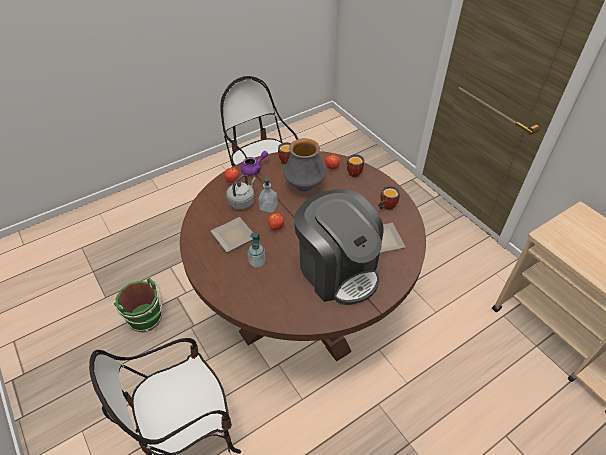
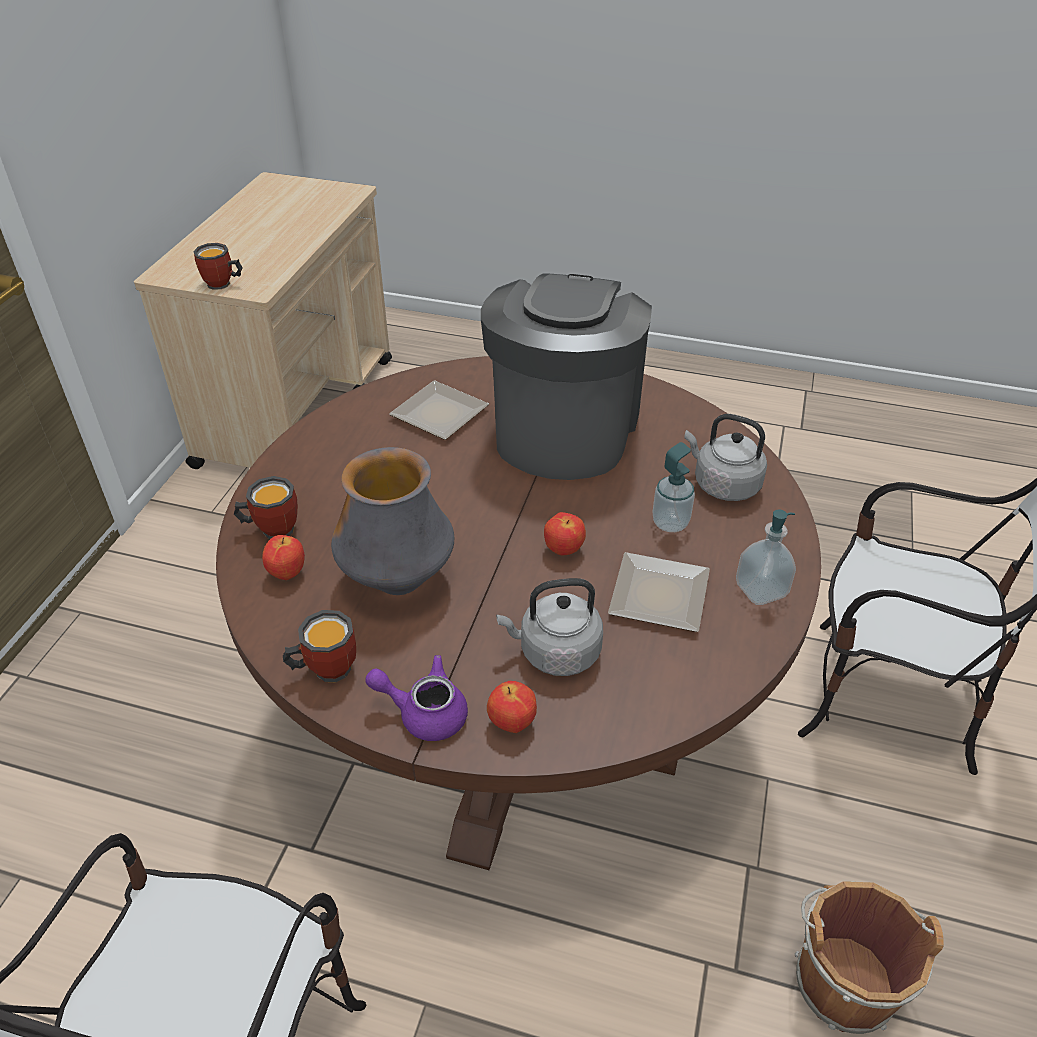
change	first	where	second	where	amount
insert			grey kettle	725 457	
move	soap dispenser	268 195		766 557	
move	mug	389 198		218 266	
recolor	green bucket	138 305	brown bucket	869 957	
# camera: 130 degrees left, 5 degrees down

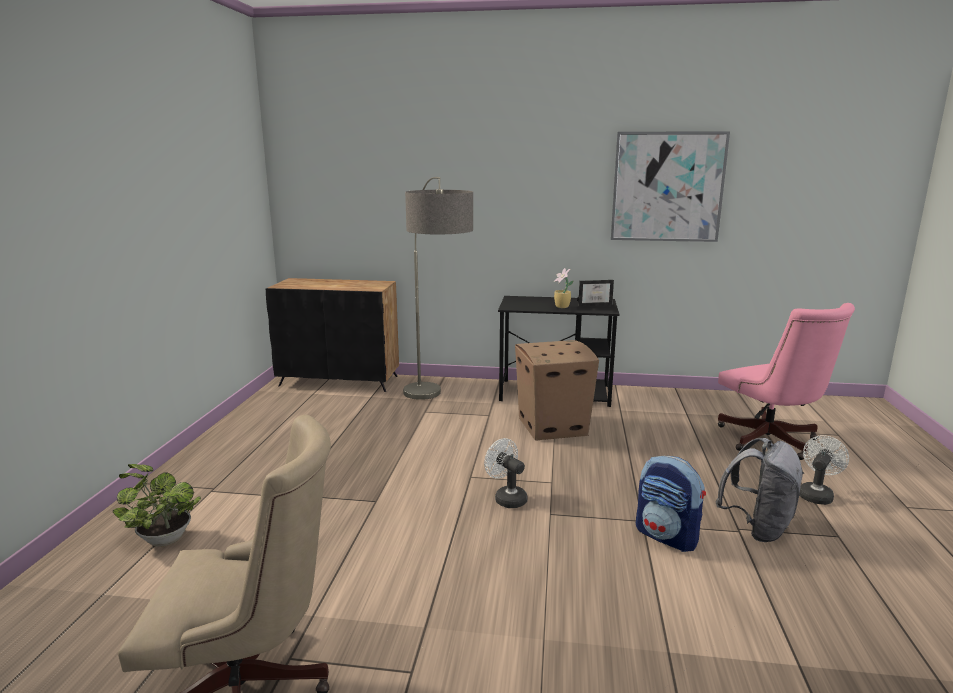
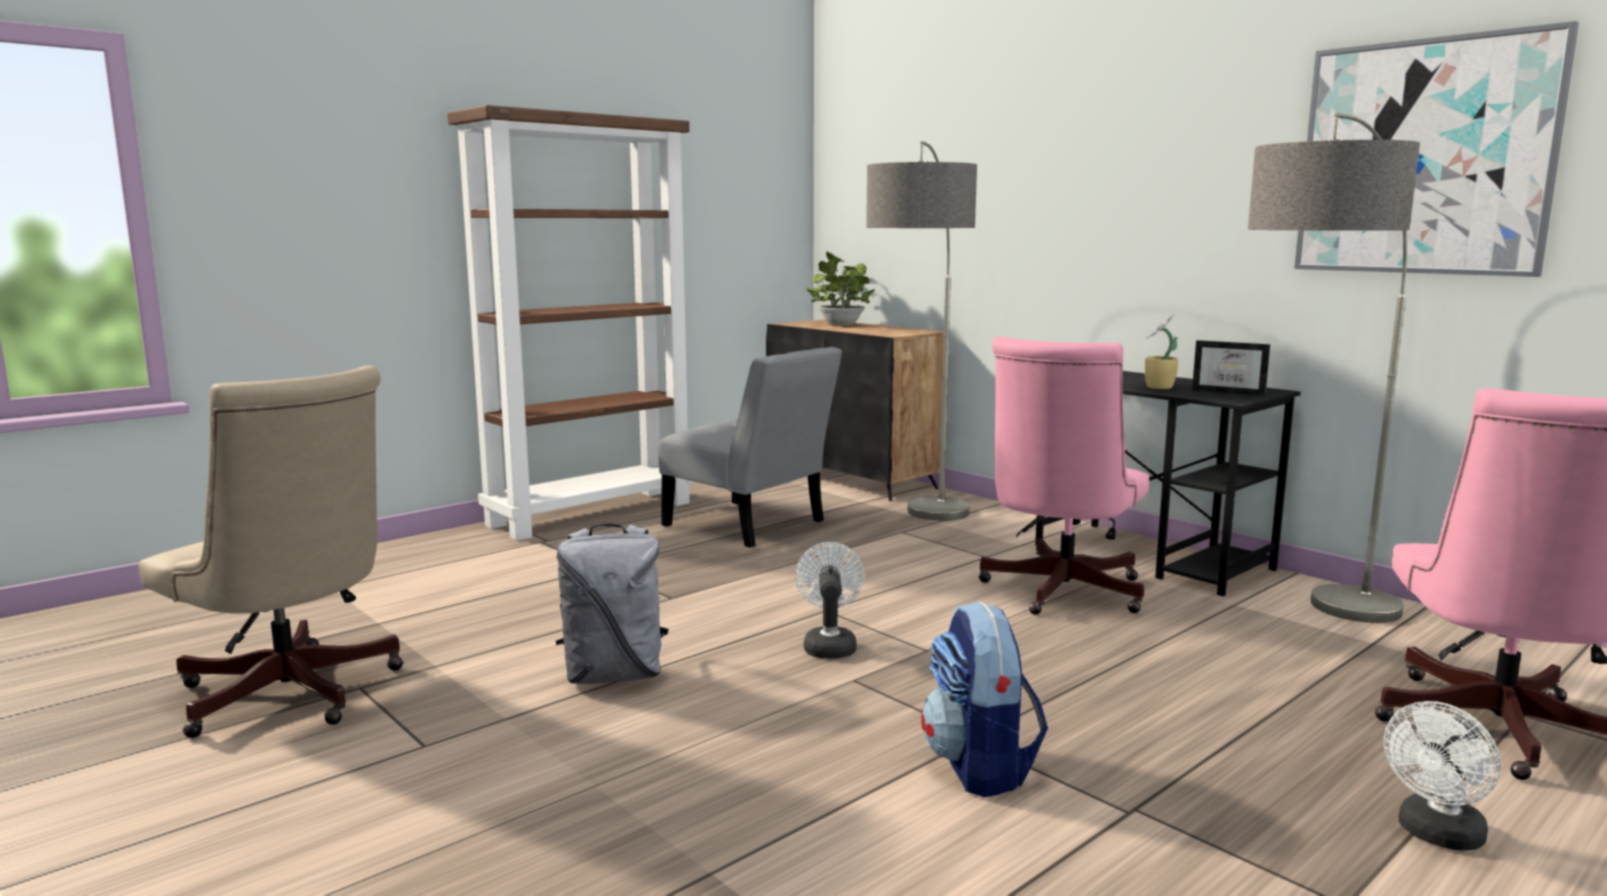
change	first	where	second	where	amount
insert			brown bookcase	571 323	
insert			grey chair	750 447	
insert			floor lamp	1334 368	
move	potted plant	157 505		840 289	
move	grey backpack	759 490		612 604	
replace	cardboard box	557 390	pink office chair	1064 476	
rotate	white fan	824 470		1442 776	150 degrees clockwise
# camera: 40 degrees right, 5 degrees down

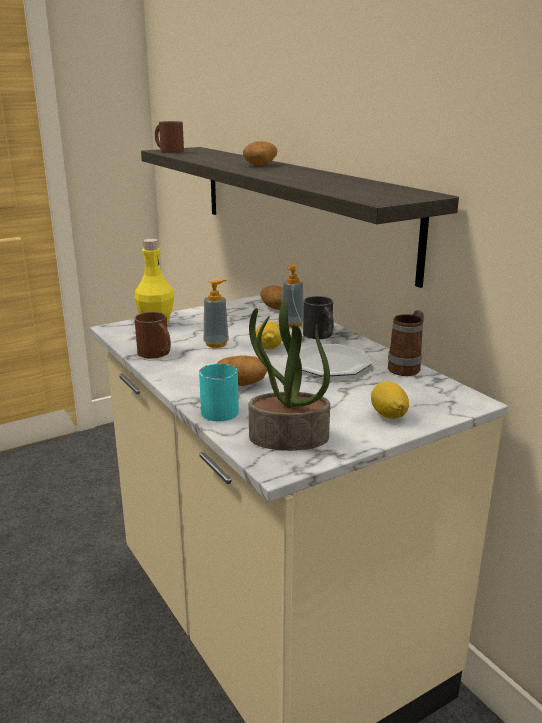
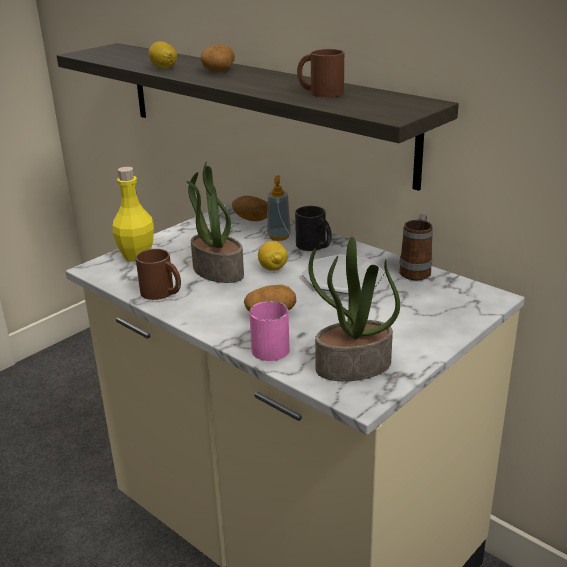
change	first	where	second	where	amount
move	brown mug	169 137		320 73	
move	lemon	390 400		163 55	
replace	soap dispenser	216 313	potted plant	215 222	
recolor	turquoise mug	219 392	pink mug	269 331	
# camera: 15 degrees left, 5 degrees up

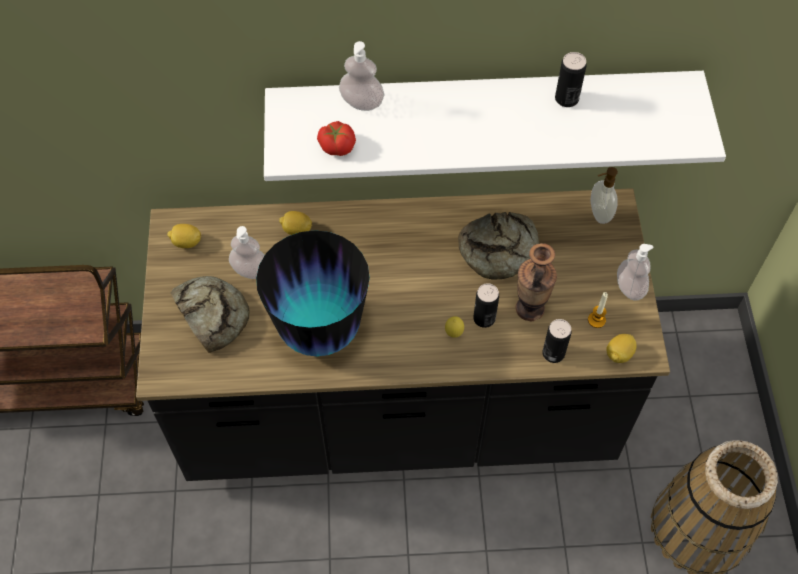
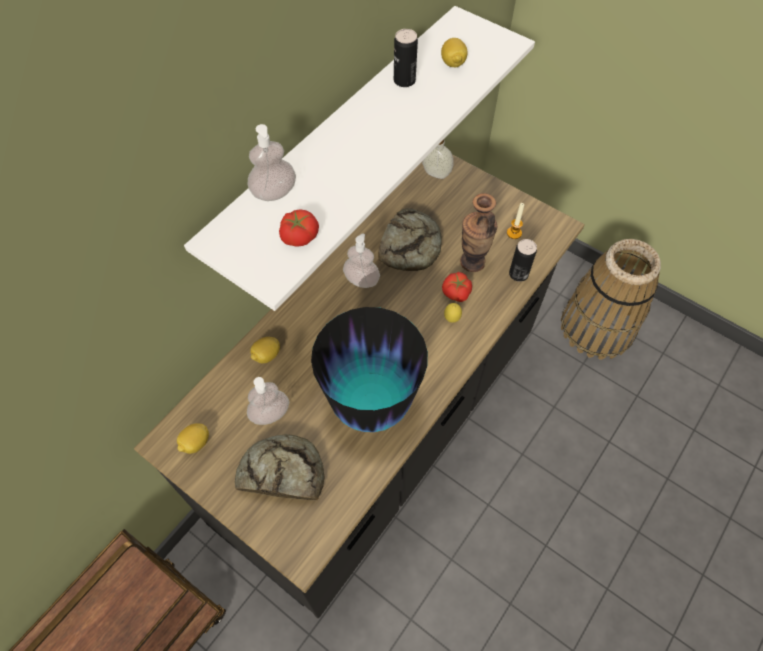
change	first	where	second	where	amount
move	lemon	621 348		454 52	
move	soap dispenser	635 272		361 260	
replace	can	486 305	tomato	457 287	
# camera: 50 degrees left, 0 degrees up

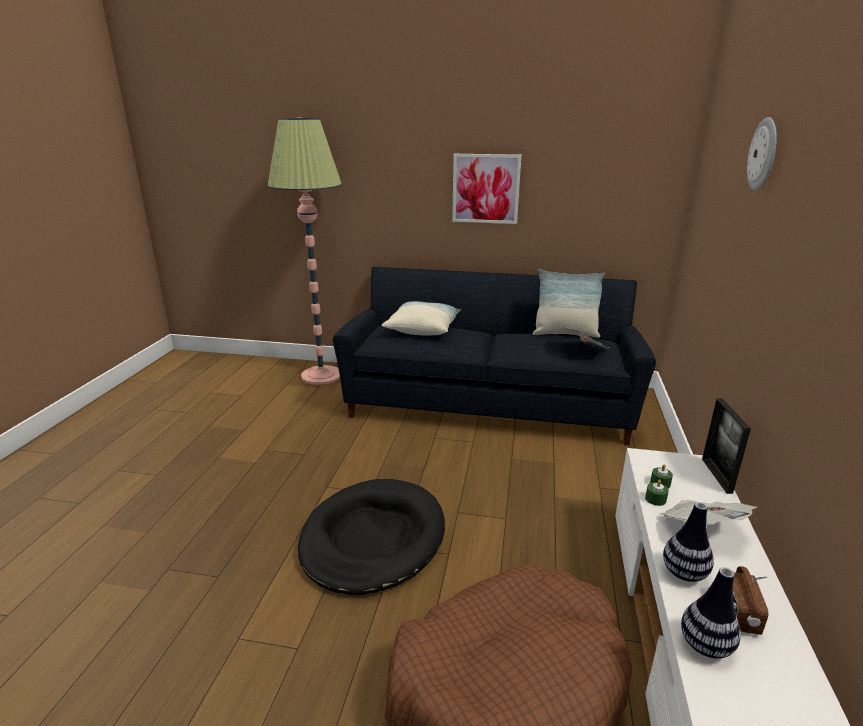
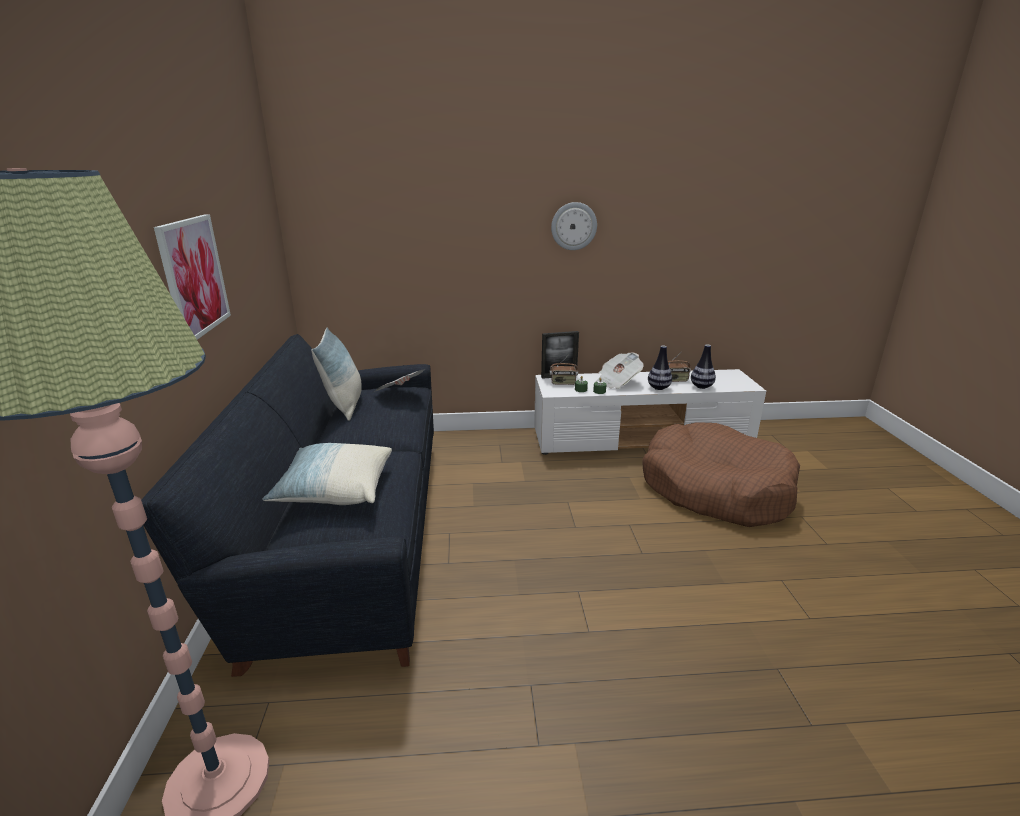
change	first	where	second	where	amount
delete	black dog bed	371 537			
insert			radio	564 369	
move	wall clock	762 153		574 226	
# camera: 105 degrees left, 0 degrees up

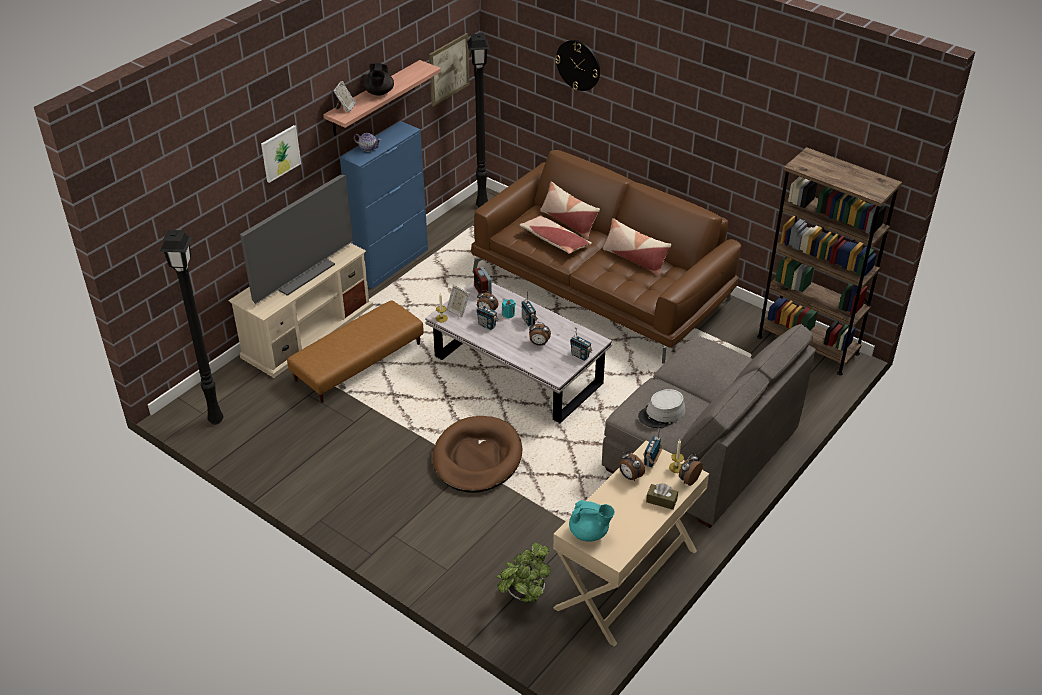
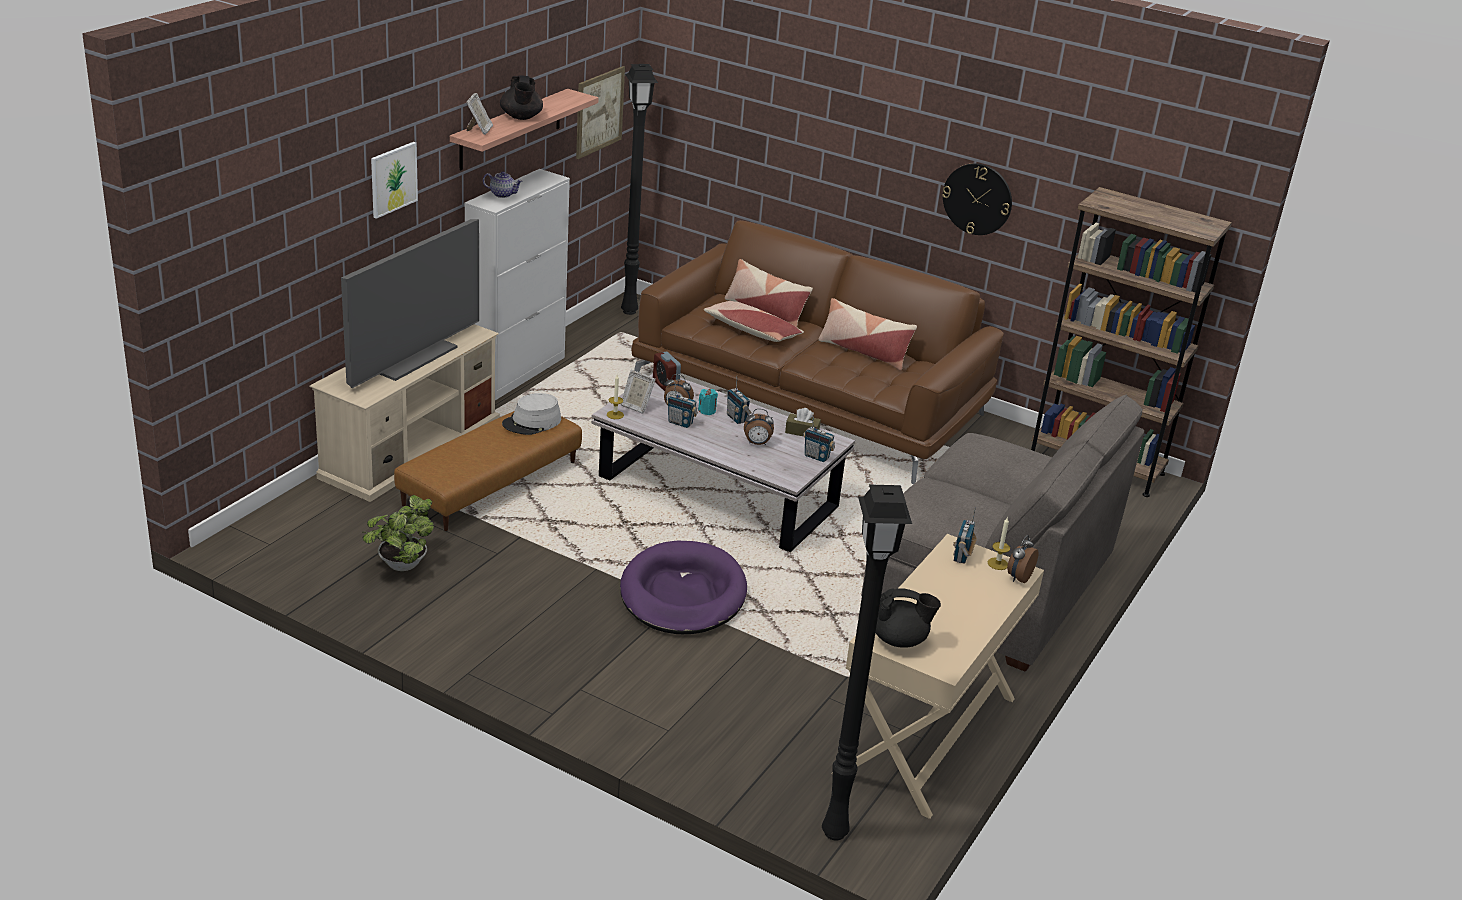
change	first	where	second	where	amount
delete	alarm clock	632 466			
move	black floor lamp	192 327		867 662	
move	potted plant	523 572		398 533	
move	wall clock	577 65		977 199	
move	grey hat	661 408		531 414	
move	brown tissue box	662 496		803 422	
recolor	blue cabinet	384 205	white cabinet	517 284	
recolor	brown dog bed	478 454	purple dog bed	683 587	
recolor	turquoise teapot	592 521	black teapot	908 618	
# camera: 10 degrees left, 10 degrees down

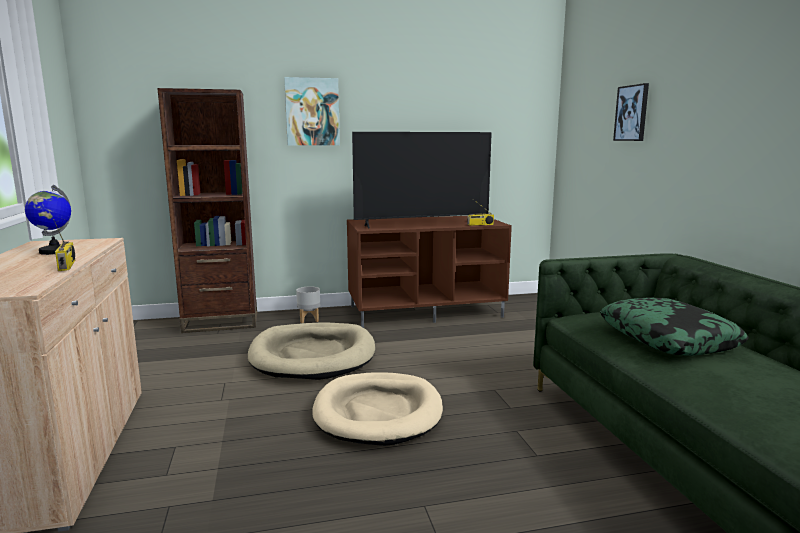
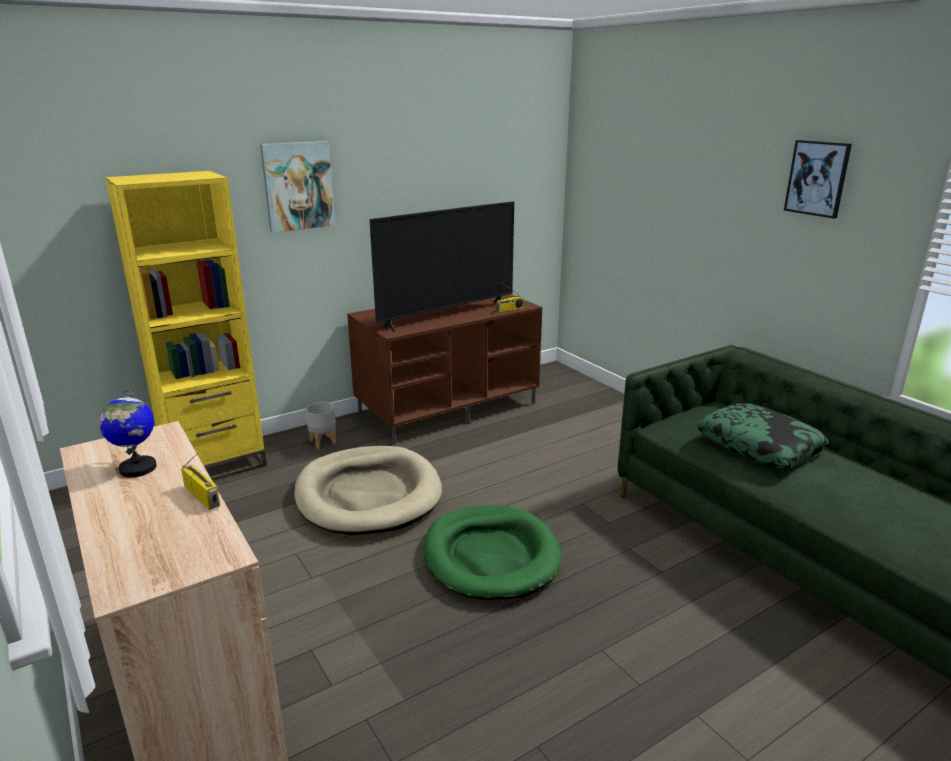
change	first	where	second	where	amount
move	picture	631 112		818 179	
recolor	brown bookcase	207 210	yellow bookcase	186 326	
recolor	beige dog bed	377 409	green dog bed	493 552	
# camera: 20 degrees left, 10 degrees up

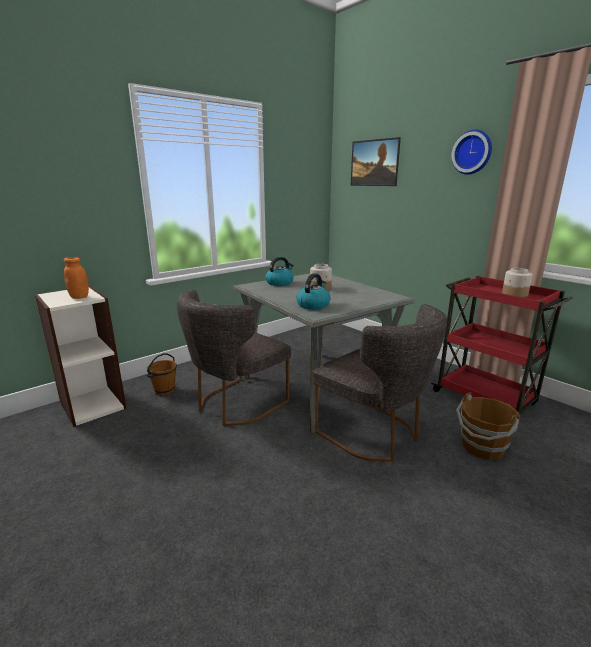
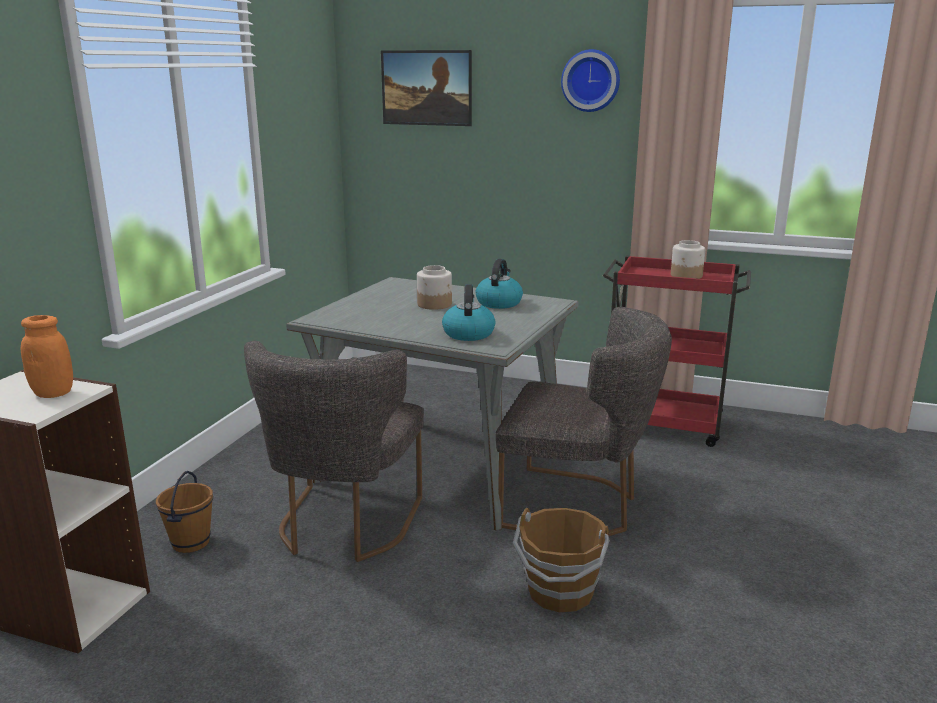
change	first	where	second	where	amount
move	kettle	280 271		499 284	
move	brown bucket	488 426		561 560	
# camera: 30 degrees left, 0 degrees up

